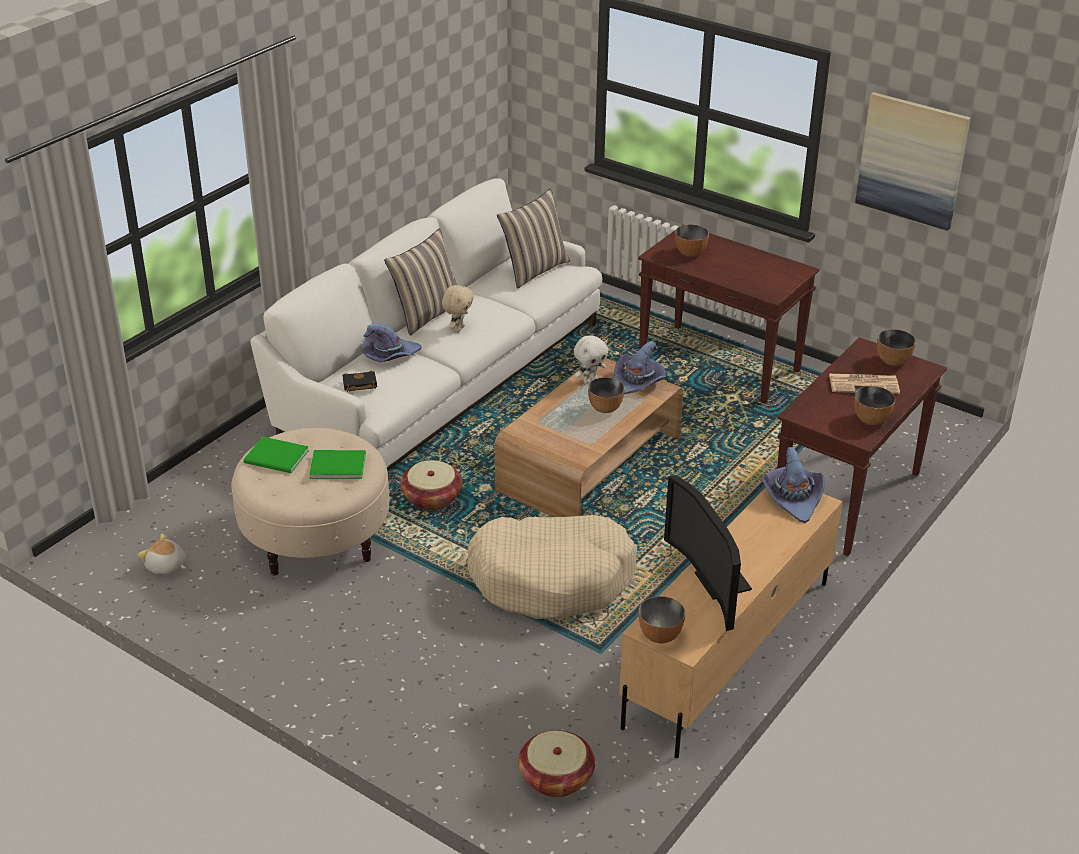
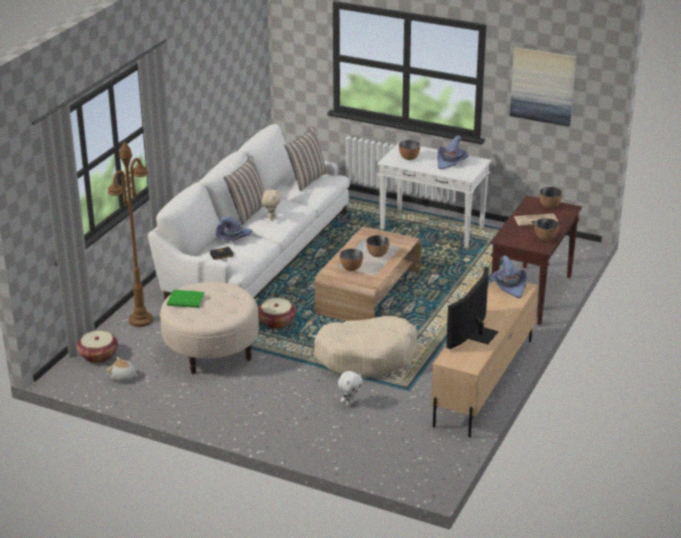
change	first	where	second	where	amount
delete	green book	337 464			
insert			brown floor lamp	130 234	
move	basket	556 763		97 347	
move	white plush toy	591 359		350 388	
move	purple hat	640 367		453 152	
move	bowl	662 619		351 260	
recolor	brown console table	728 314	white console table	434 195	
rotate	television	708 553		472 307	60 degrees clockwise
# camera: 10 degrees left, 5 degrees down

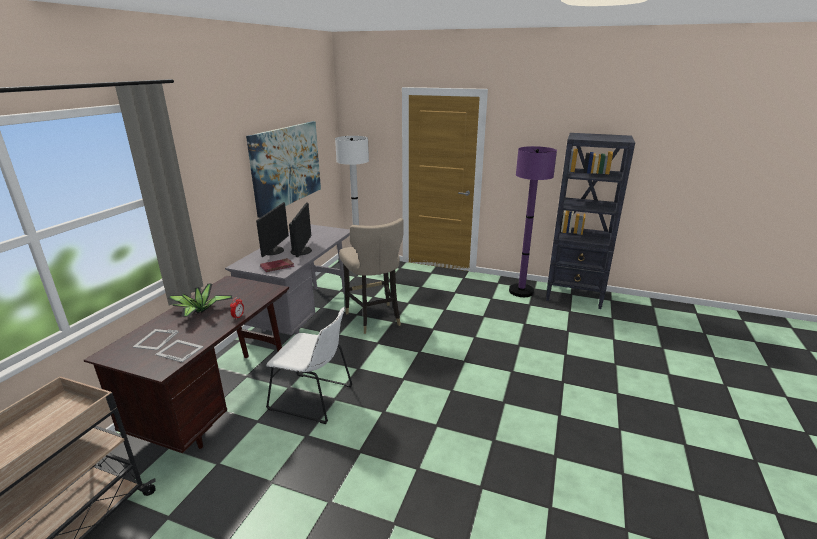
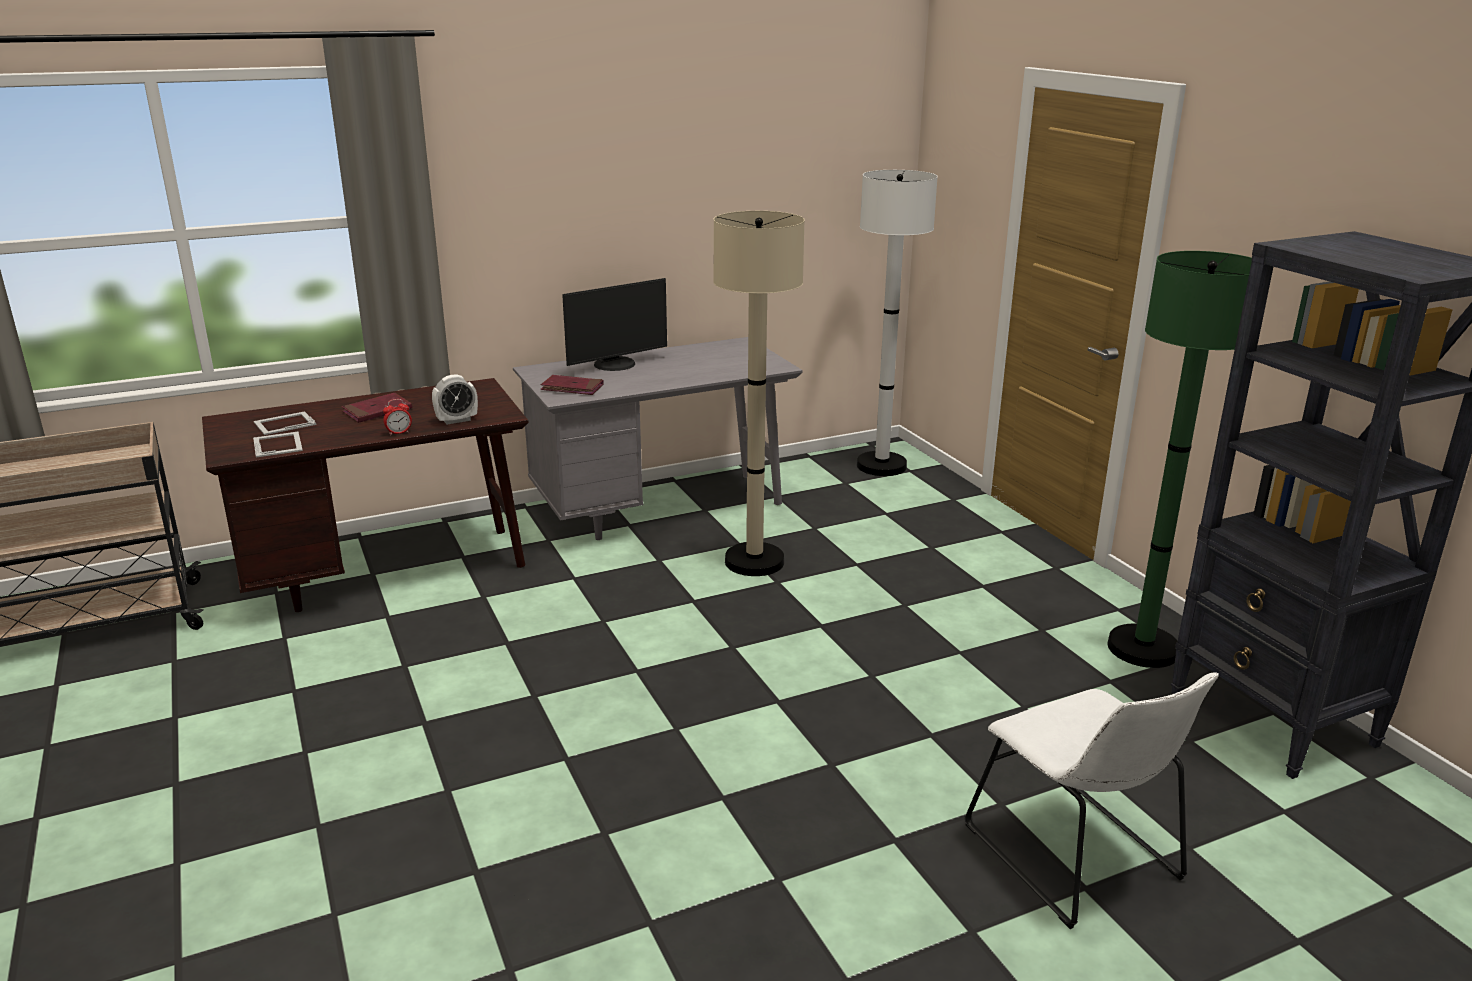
change	first	where	second	where	amount
delete	picture	283 169			
delete	monitor	300 230			
insert			alarm clock	455 399	
move	white chair	309 365		1091 801	
replace	potted plant	200 300	red book	377 408	
replace	beige stool	371 276	beige floor lamp	759 393	
recolor	purple floor lamp	533 221	green floor lamp	1179 459	
# camera: 45 degrees right, 0 degrees up

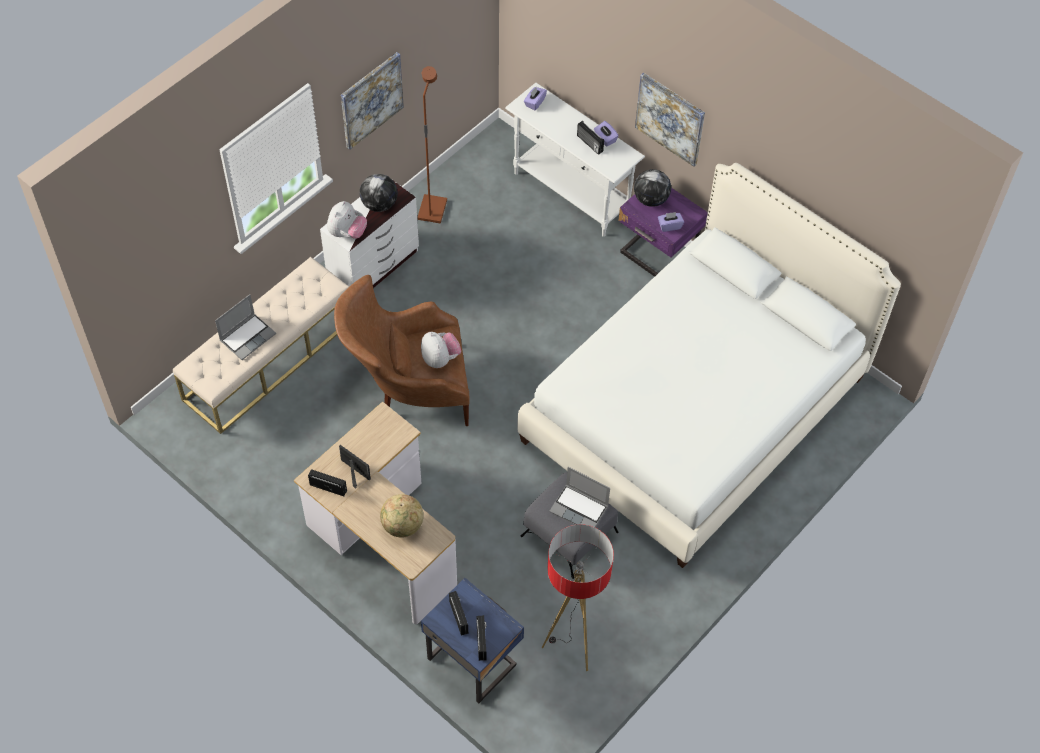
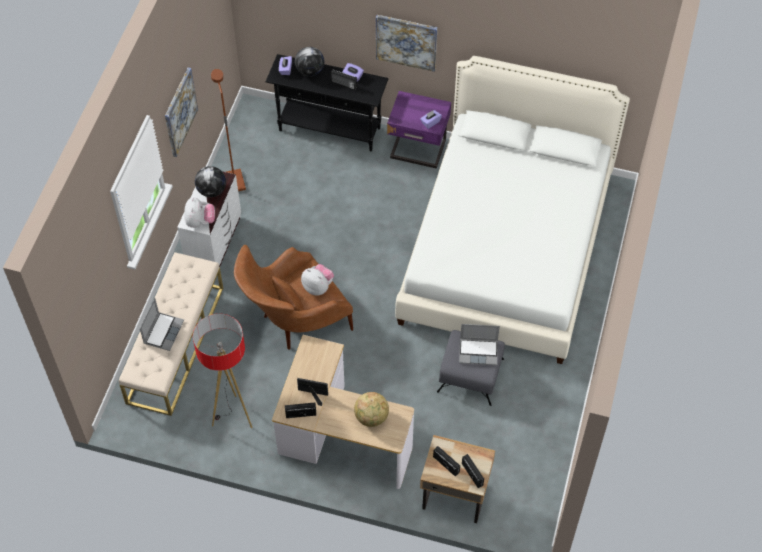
change	first	where	second	where	amount
move	floor lamp	578 597		222 371	
move	globe	652 188		309 62	
recolor	blue nightstand	472 640	beige nightstand	457 479	
recolor	white console table	575 160	black console table	327 103	
# camera: 25 degrees left, 0 degrees up

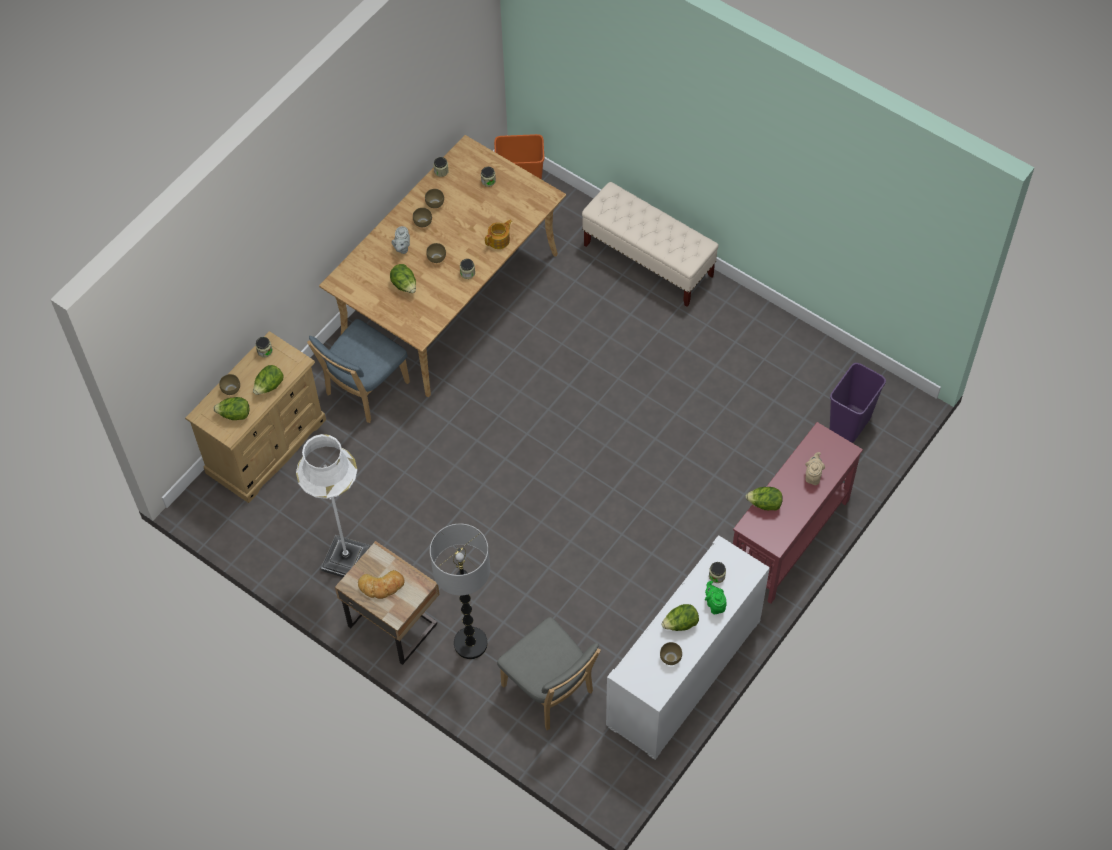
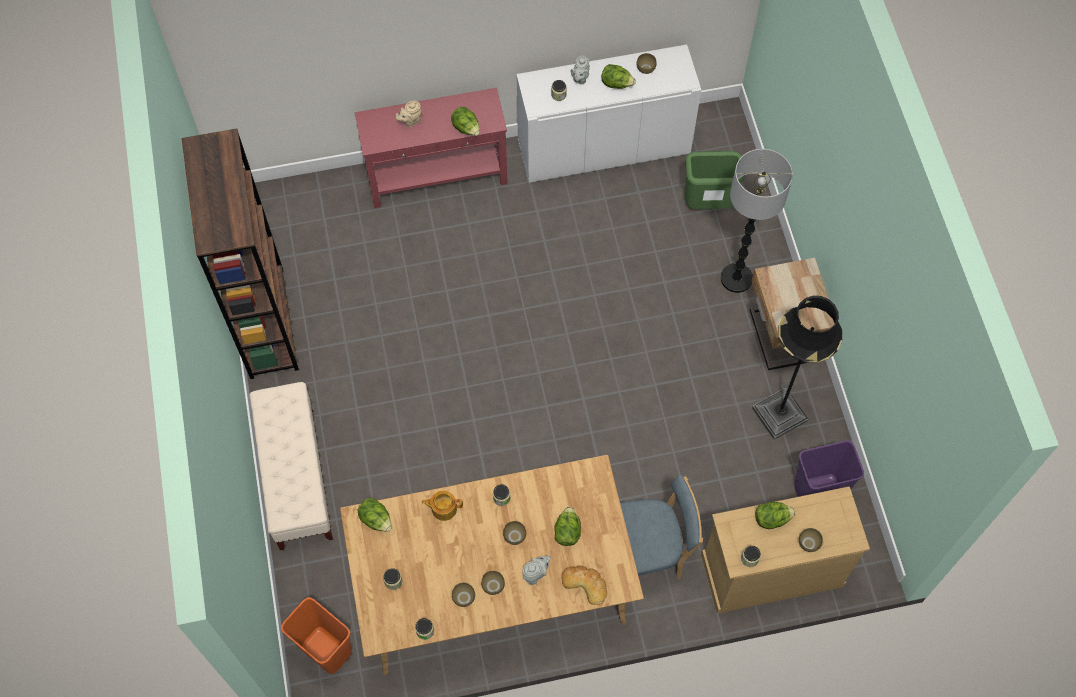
change	first	where	second	where	amount
insert			brown bookcase	240 254	
move	lettuce	231 408		375 515	
move	bread	381 584		584 585	
move	purple trash can	858 403		829 468	
replace	grey chair	549 673	green trash can	715 180	
recolor	white floor lamp	333 505	black floor lamp	797 368	
recolor	green teapot	716 597	grey teapot	580 70	
# camera: 140 degrees left, 5 degrees up

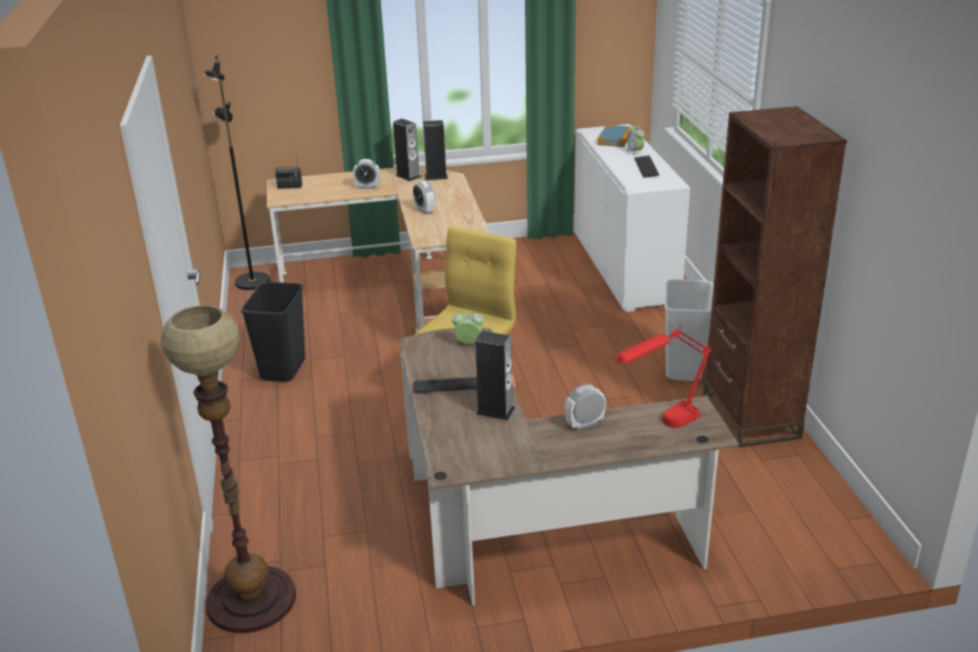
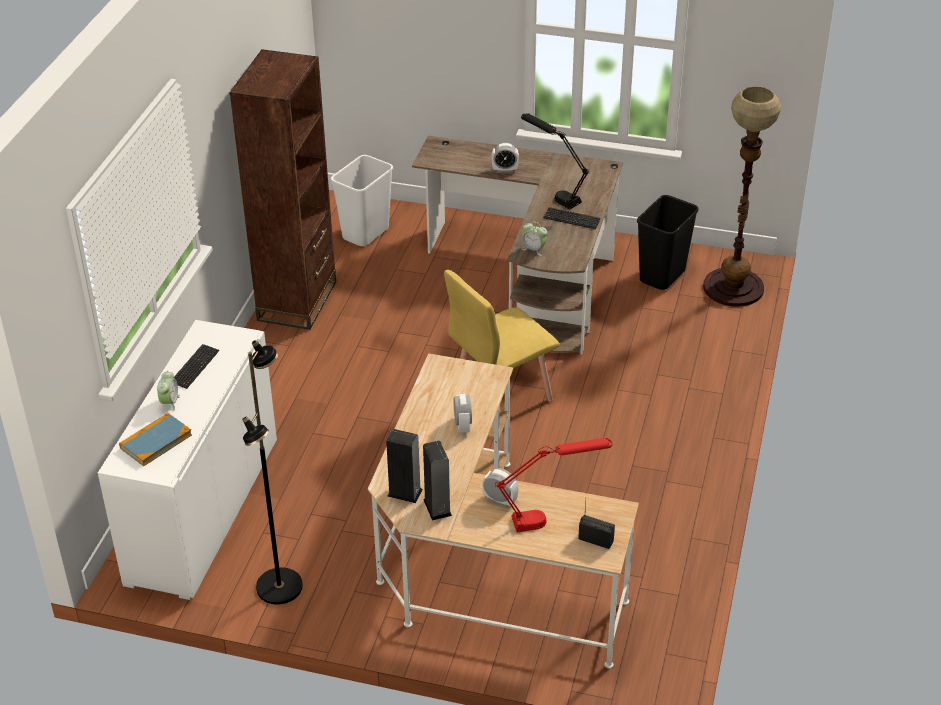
change	first	where	second	where	amount
move	black floor lamp	237 172		272 472	
move	black trash can	273 332		668 242	
move	red table lamp	663 377		554 485	
move	white trash can	688 330		362 200	
replace	speaker	495 375	black table lamp	555 161	
# camera: 155 degrees left, 10 degrees up

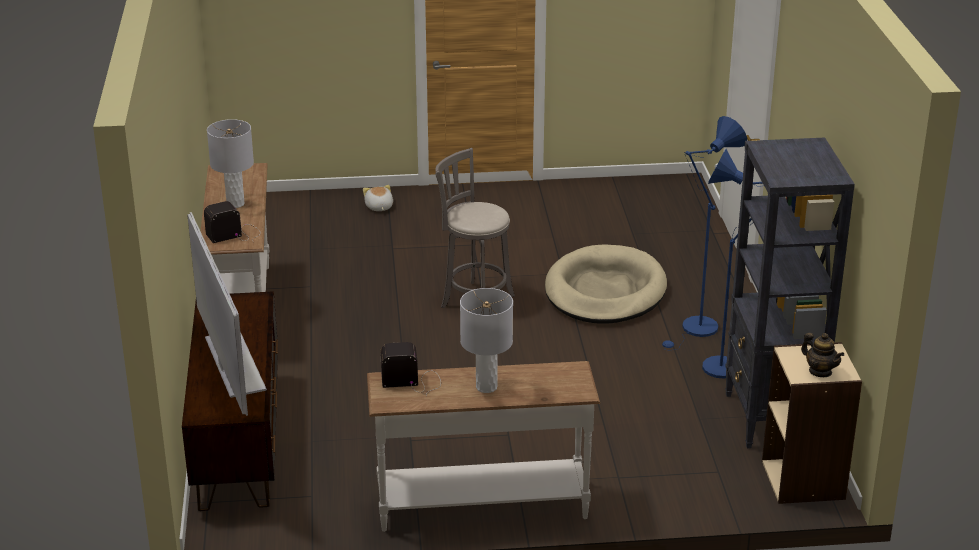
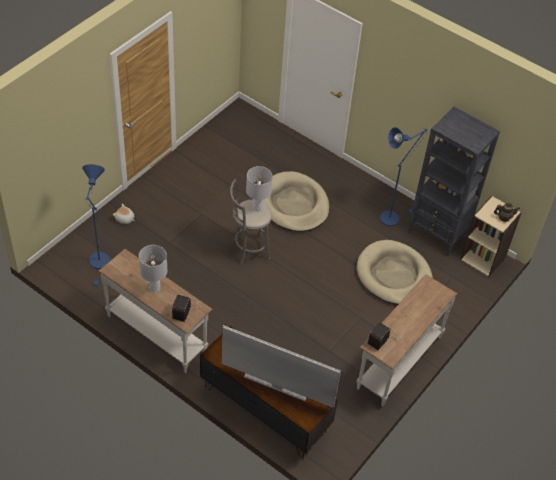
change	first	where	second	where	amount
insert			beige dog bed	395 272	
move	grey table lamp	486 340		259 189	
move	blue floor lamp	704 233		96 225	
# camera: 50 degrees left, 20 degrees up

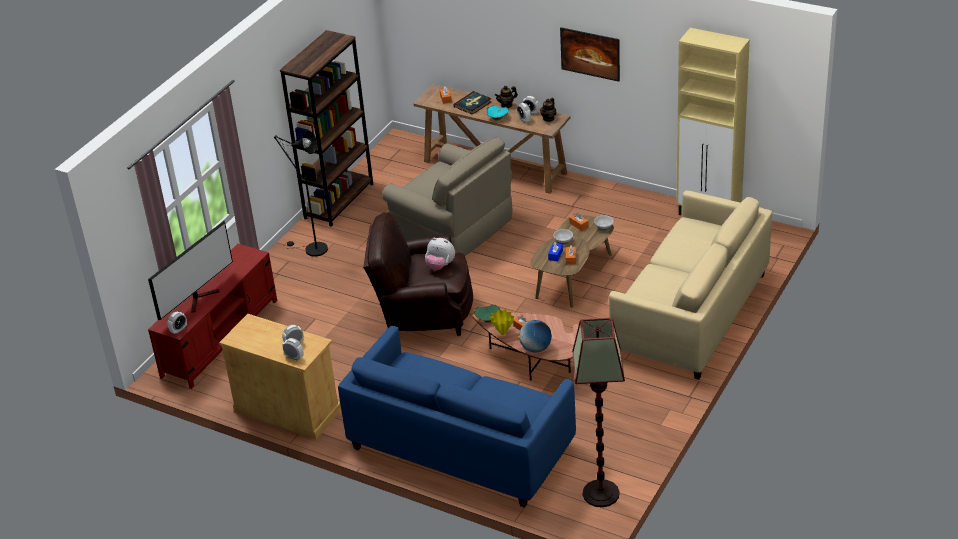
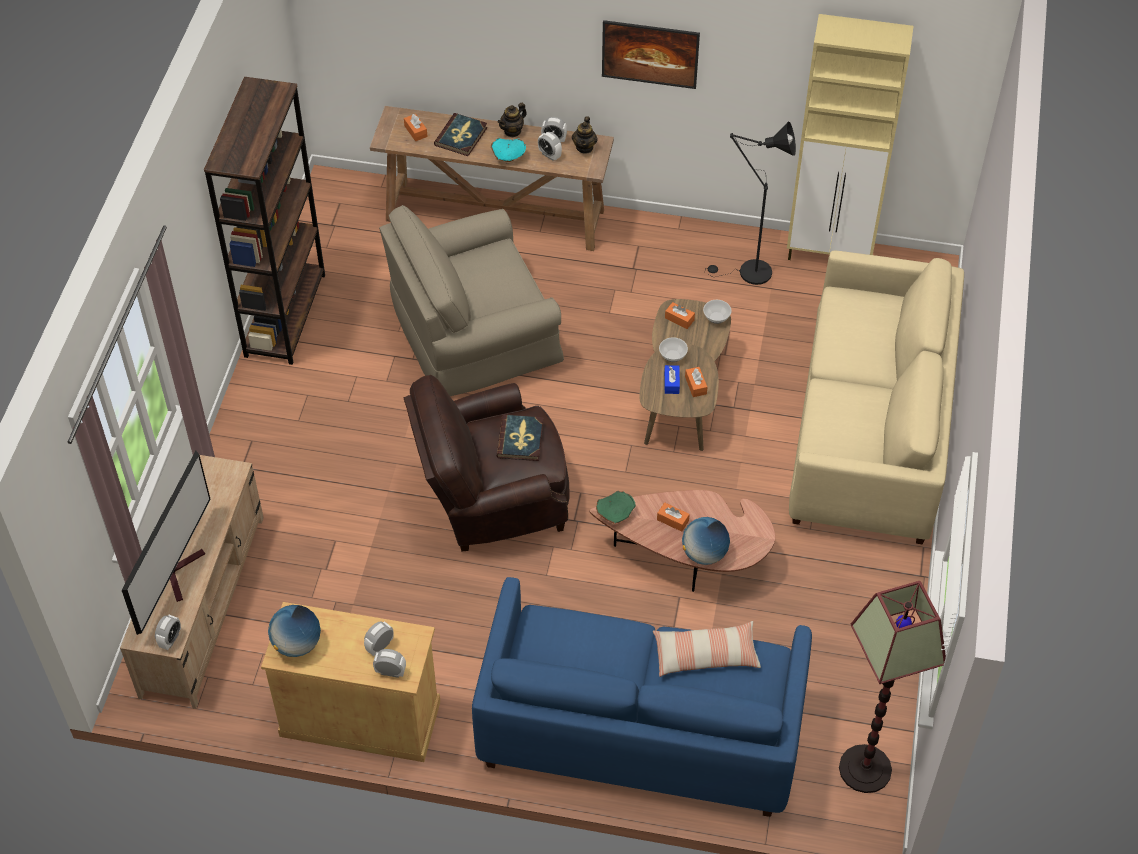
change	first	where	second	where	amount
delete	yellow vase	502 322			
insert			globe	294 631	
insert			pillow	707 649	
move	black floor lamp	301 194		750 203	
replace	plush toy	440 254	book	520 438	
recolor	red tv stand	212 316	beige tv stand	192 582	
rotate	beige armchair	447 196		471 300	135 degrees clockwise
# camera: 20 degrees left, 15 degrees up

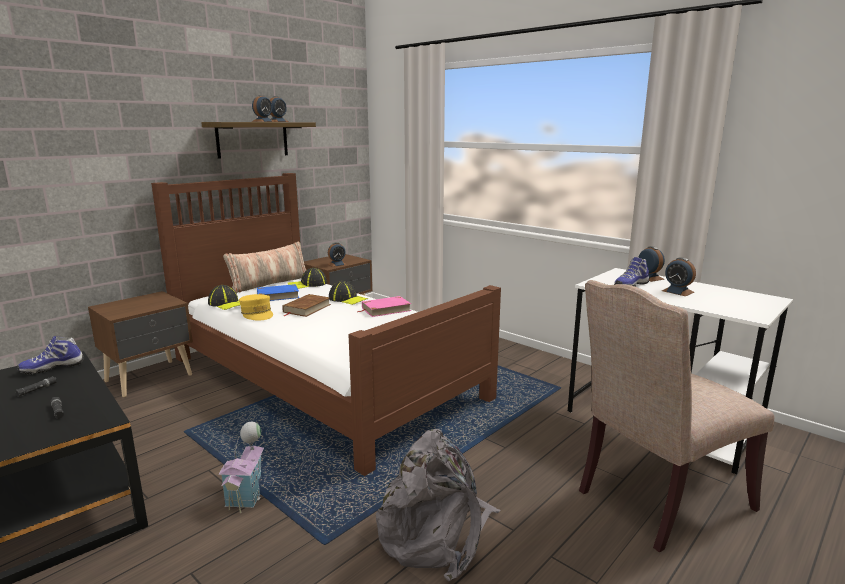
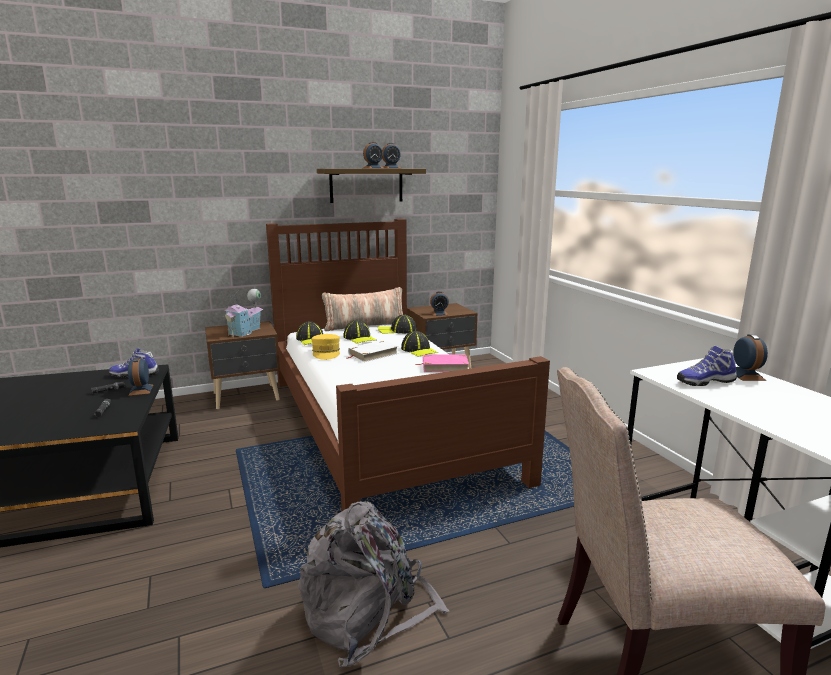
change	first	where	second	where	amount
move	toy house	241 467		243 313	
move	alarm clock	679 276		140 376	
replace	blue book	278 292	cap	359 332	
recolor	brown book	306 305	white book	372 351	
# camera: 25 degrees right, 0 degrees up

